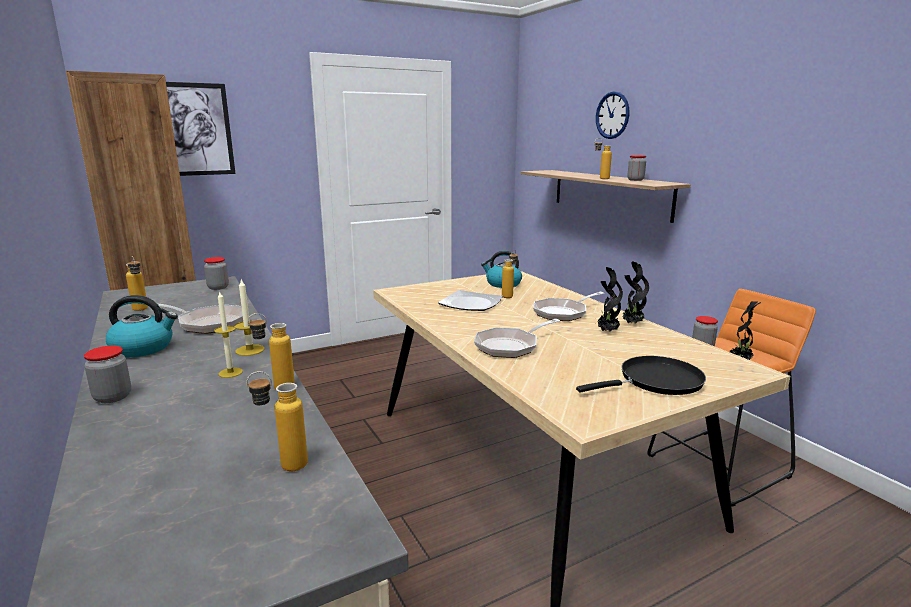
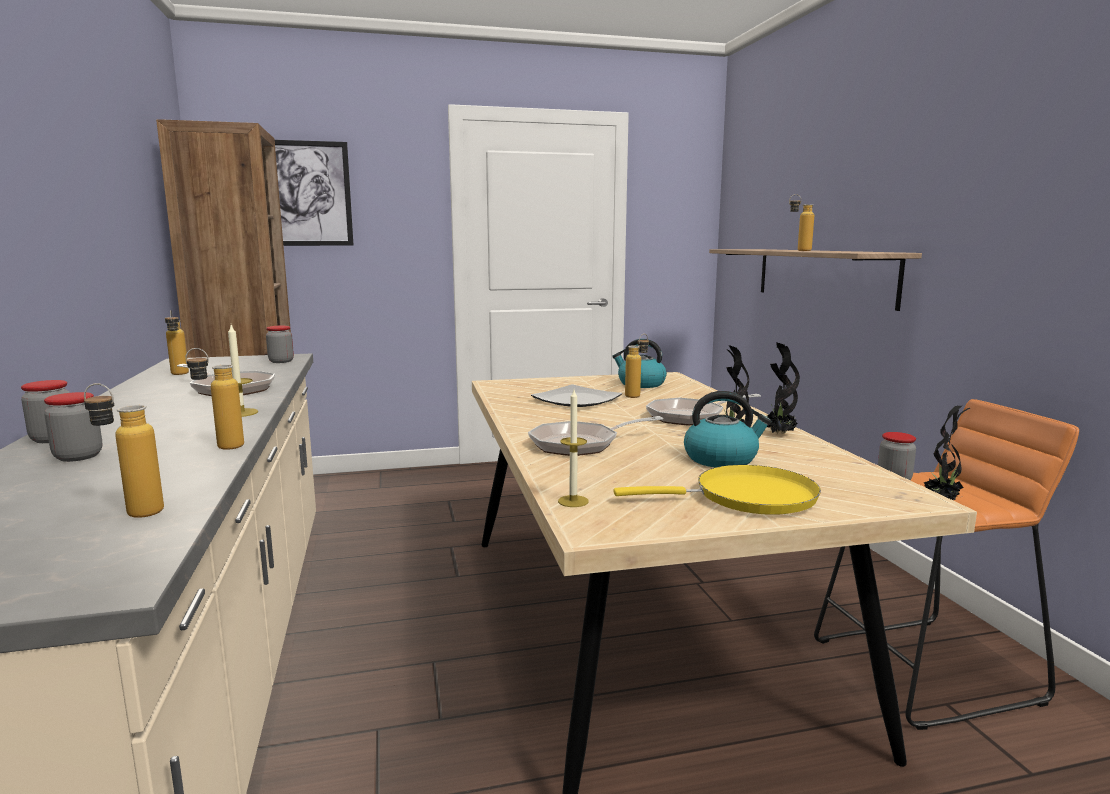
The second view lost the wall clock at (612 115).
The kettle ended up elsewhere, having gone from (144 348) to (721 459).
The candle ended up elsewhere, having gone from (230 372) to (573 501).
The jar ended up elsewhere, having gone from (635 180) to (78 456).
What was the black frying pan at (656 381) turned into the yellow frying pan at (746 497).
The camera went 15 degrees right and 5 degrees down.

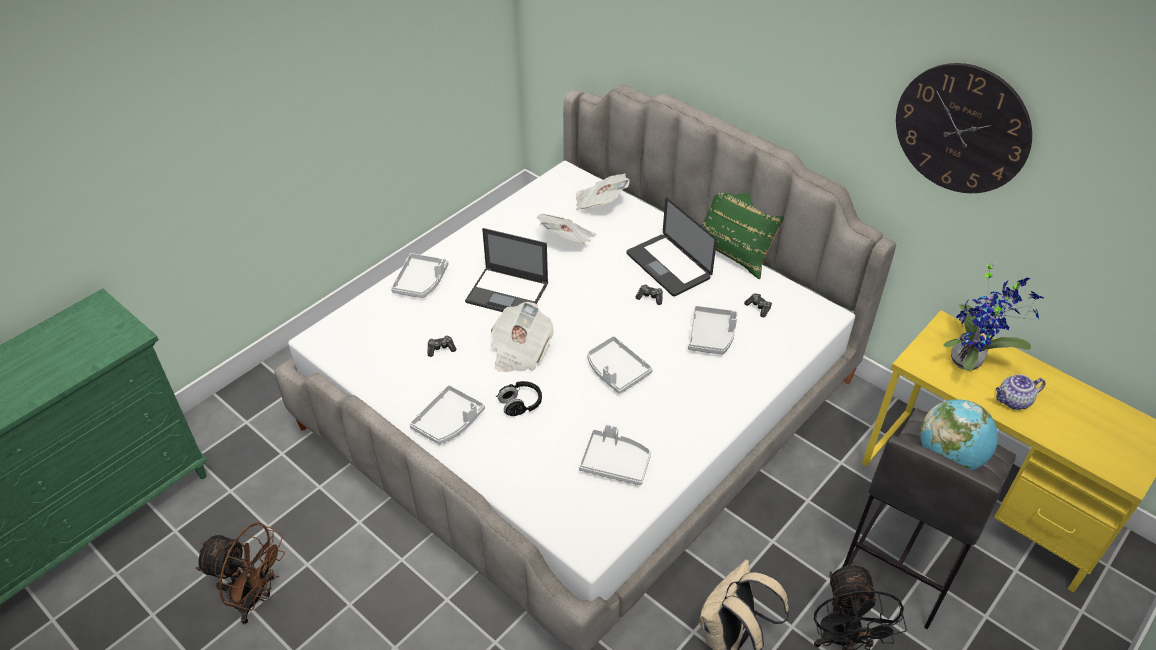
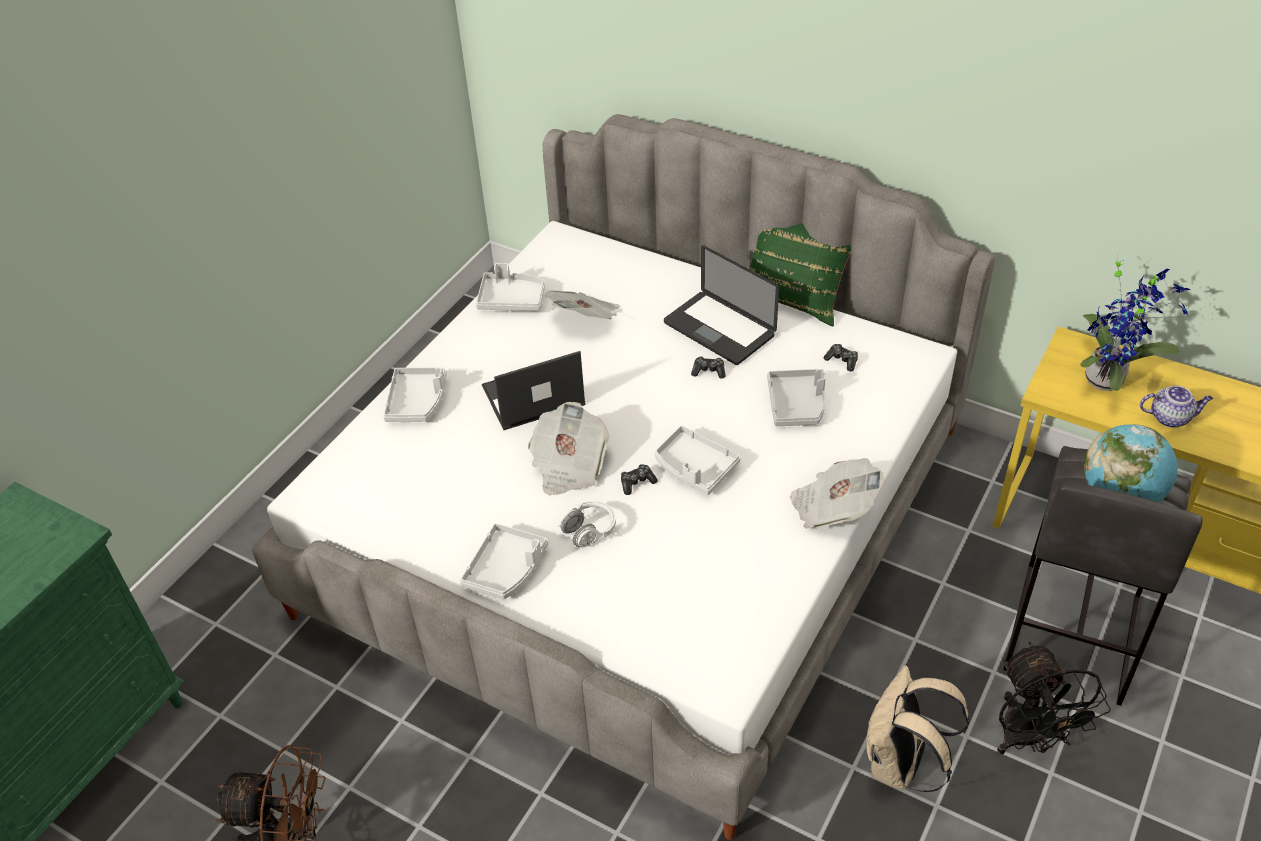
The second view lost the wall clock at (962 129).
The game controller ended up elsewhere, having gone from (441 349) to (637 482).
The newspaper ended up elsewhere, having gone from (600 203) to (833 508).
The white tray ended up elsewhere, having gone from (615 463) to (511 299).
What was the black headphones at (520 404) turned into the white headphones at (589 531).
The laptop at (508 293) ended up facing another way, 150 degrees clockwise from before.
The teapot at (1013 401) ended up facing another way, 150 degrees counterclockwise from before.
The camera went 10 degrees left and 0 degrees up.

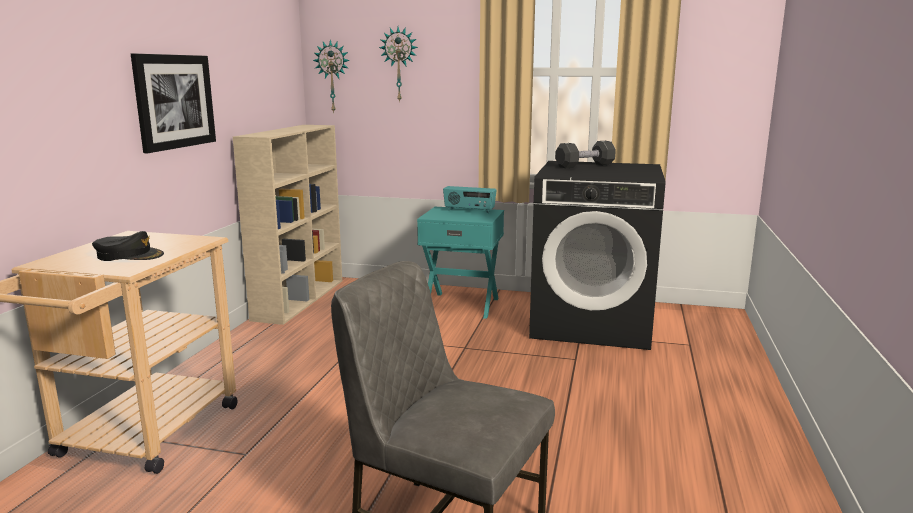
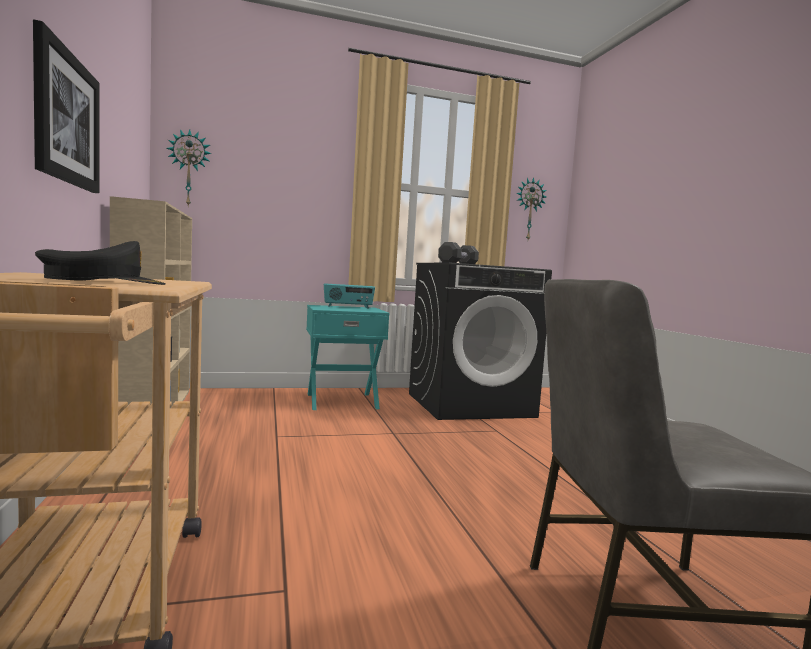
The wall clock ended up elsewhere, having gone from (399 64) to (529 209).
The camera went 30 degrees left and 10 degrees down.

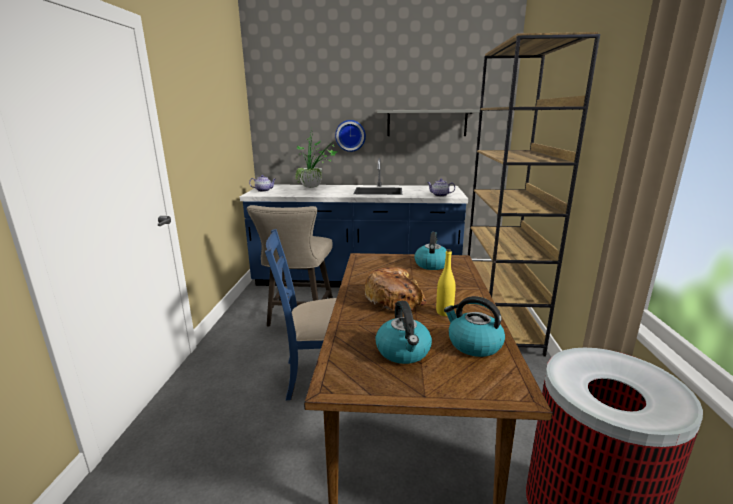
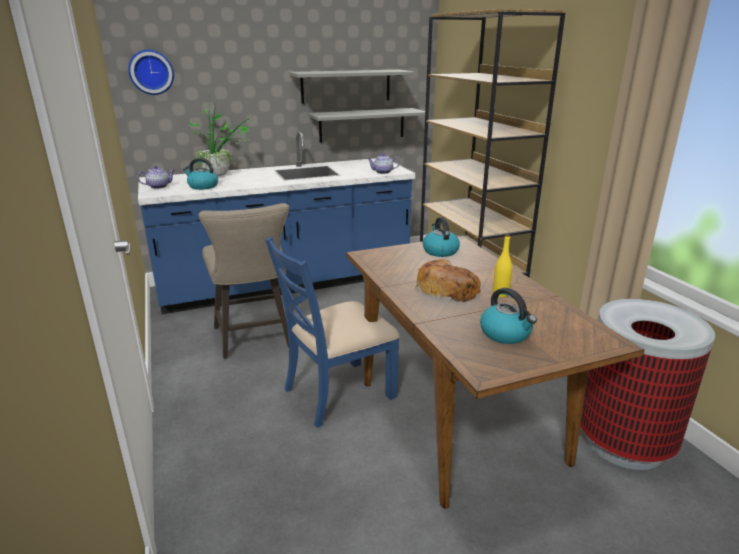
The second view gained the grey shelf at (362 125).
The wall clock ended up elsewhere, having gone from (350 135) to (151 72).
The kettle ended up elsewhere, having gone from (473 344) to (202 186).
The camera went 25 degrees left and 5 degrees up.

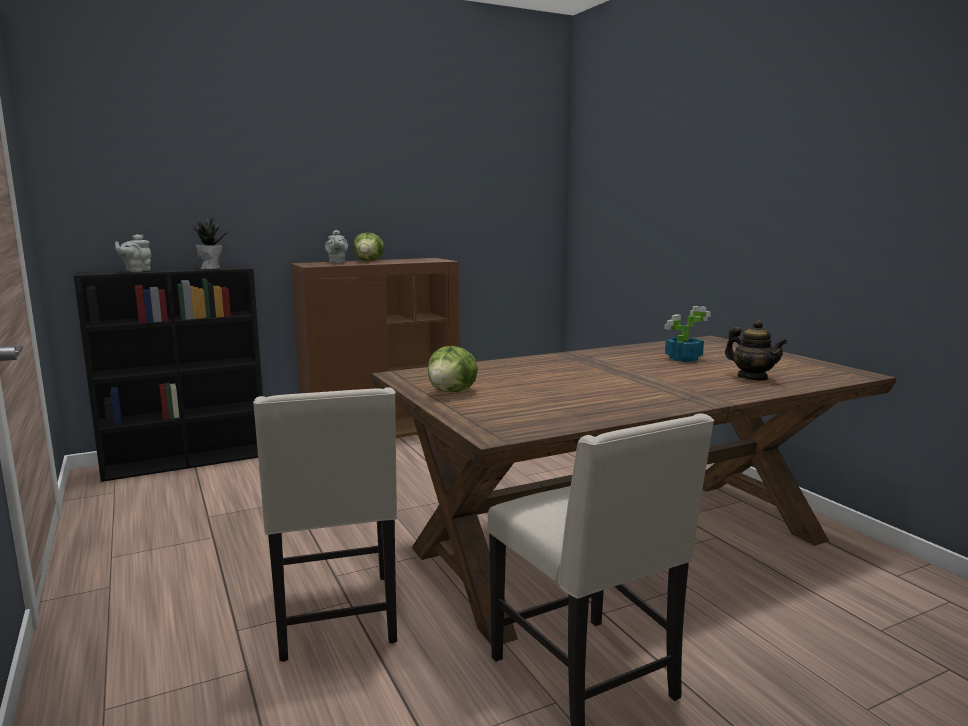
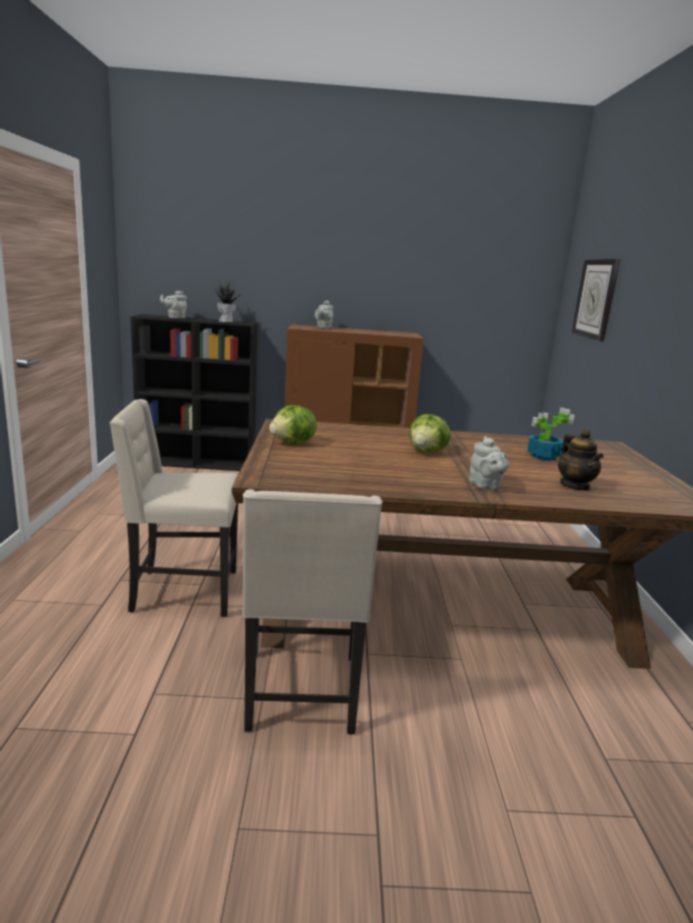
The second view gained the grey teapot at (485 486).
The second view gained the wall clock at (596 299).
The lettuce ended up elsewhere, having gone from (369 261) to (427 452).
The beige chair at (335 618) ended up facing another way, 75 degrees clockwise from before.
The camera went 25 degrees right and 5 degrees up.

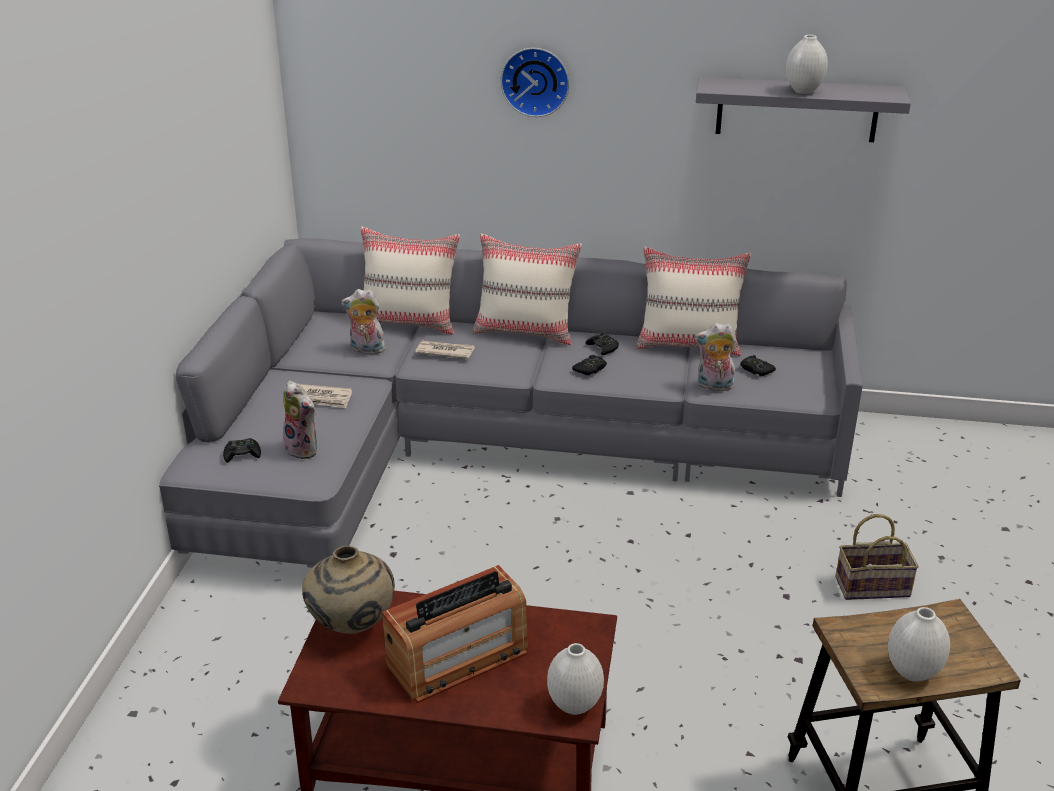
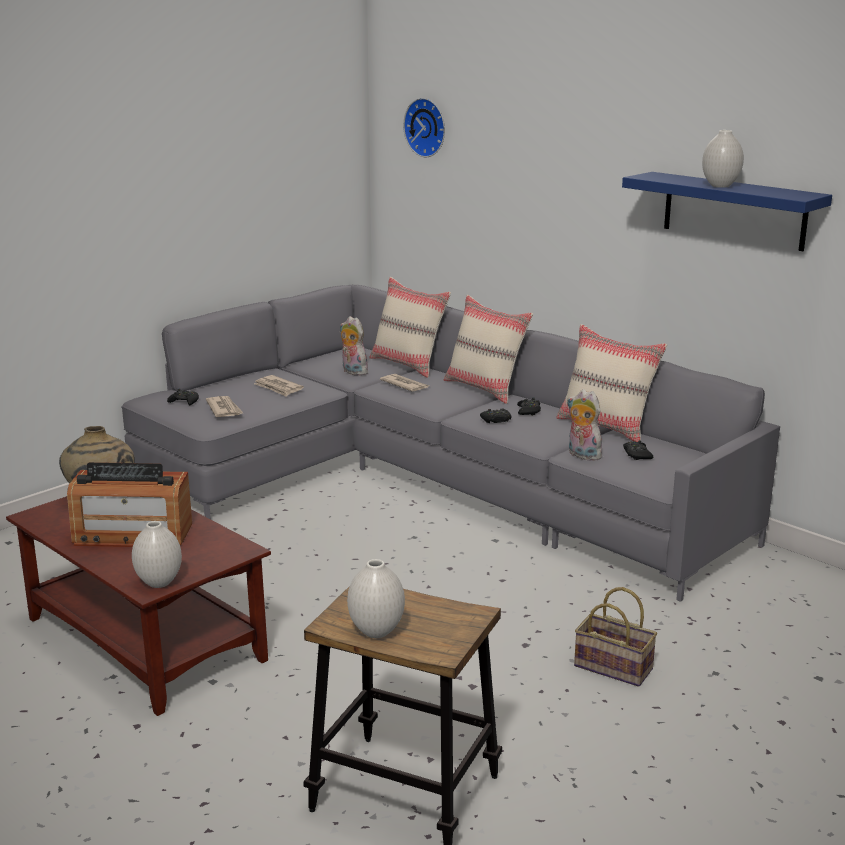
The wall clock ended up elsewhere, having gone from (535 81) to (427 127).
Where the plush toy stood at (304 449), the newspaper came to stand at (224 409).
What was the grey shelf at (797 109) turned into the blue shelf at (734 211).
The camera went 35 degrees right and 10 degrees down.

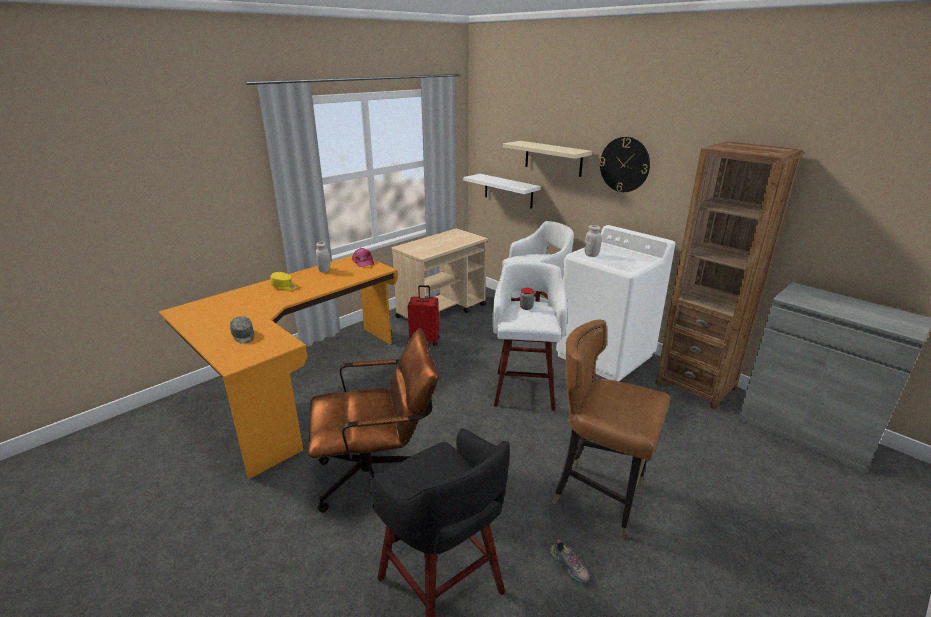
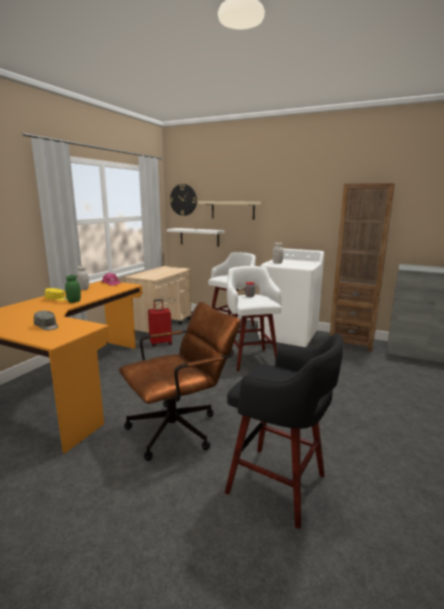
The second view lost the shoe at (570 566).
The second view lost the brown chair at (599 496).
The second view gained the green jar at (74 301).
The wall clock ended up elsewhere, having gone from (624 164) to (183 200).
The camera went 20 degrees left and 10 degrees down.

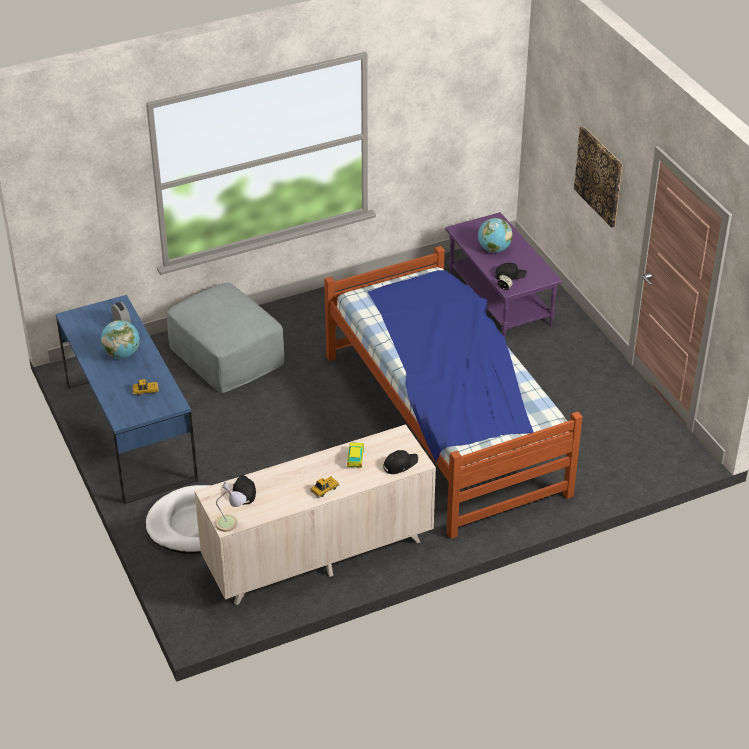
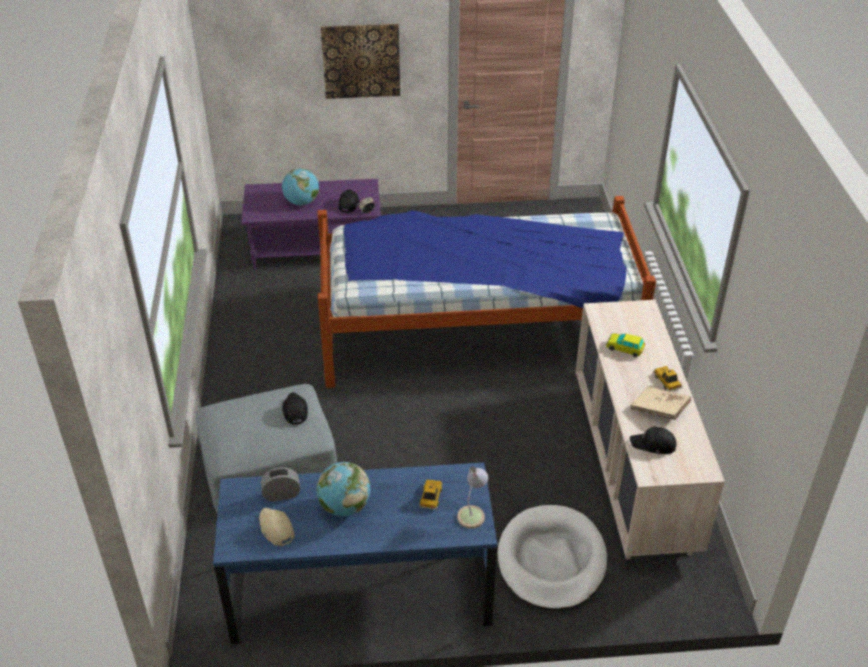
The second view gained the beige cap at (276 529).
The second view gained the beige book at (659 409).
The table lamp ended up elsewhere, having gone from (231 524) to (473 513).
The black cap ended up elsewhere, having gone from (400 464) to (294 410).
The camera went 70 degrees left and 0 degrees up.

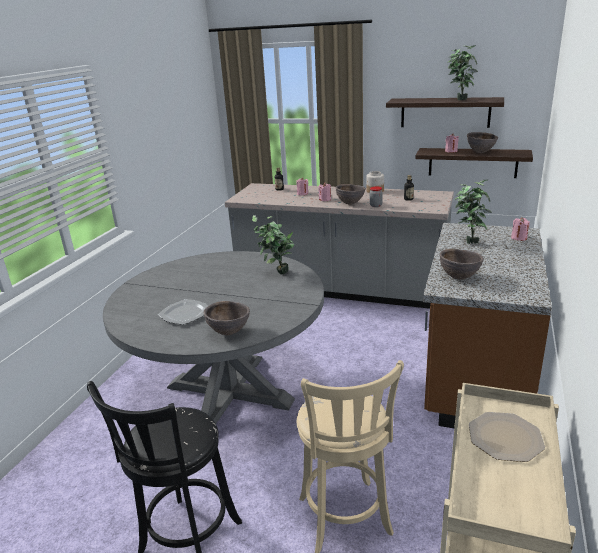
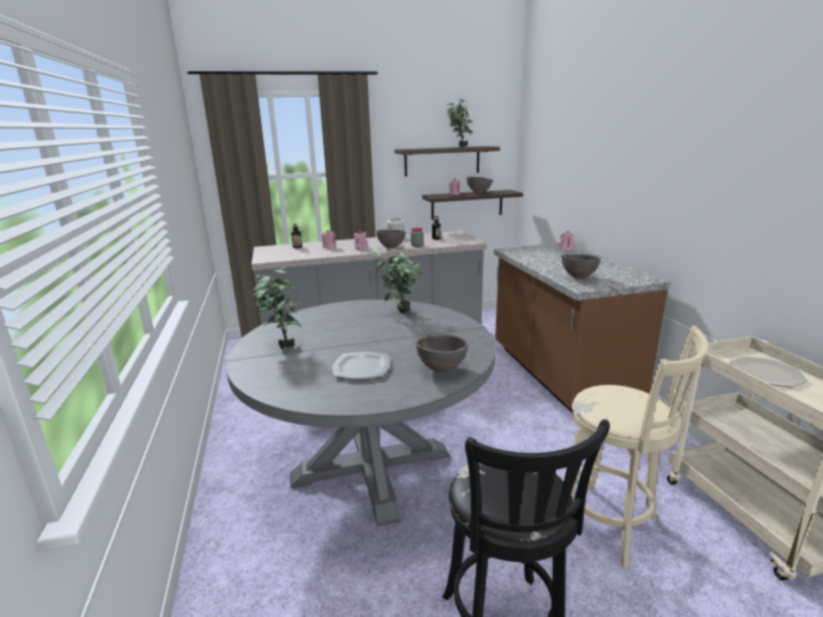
The potted plant ended up elsewhere, having gone from (469 241) to (282 345).
The camera went 35 degrees left and 5 degrees down.

